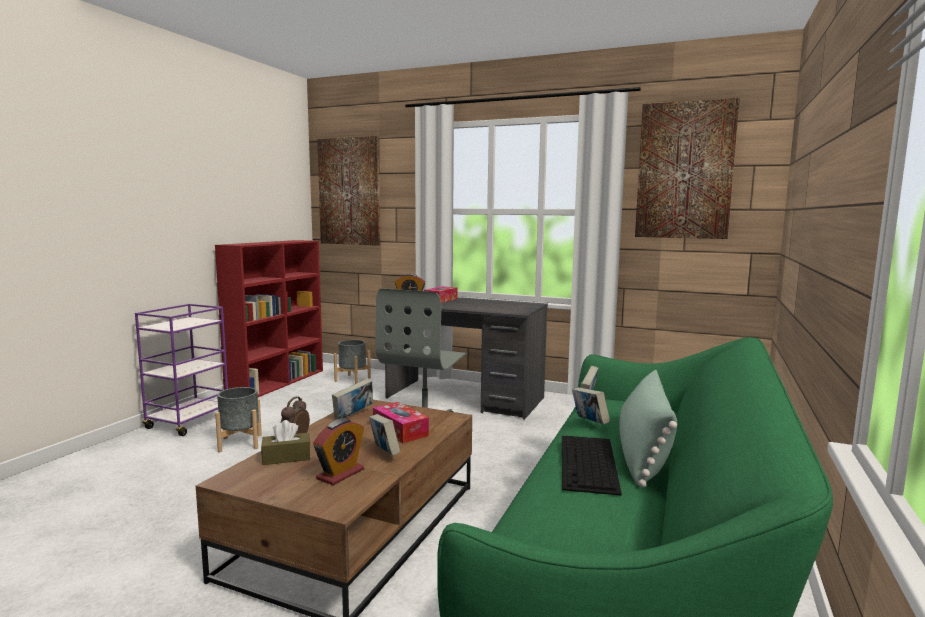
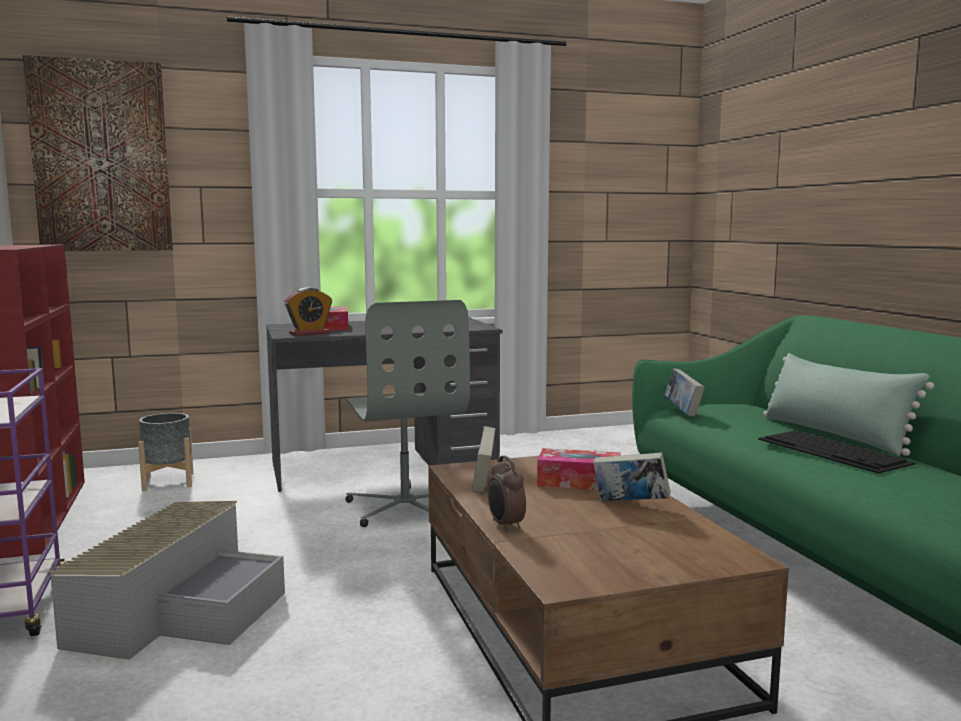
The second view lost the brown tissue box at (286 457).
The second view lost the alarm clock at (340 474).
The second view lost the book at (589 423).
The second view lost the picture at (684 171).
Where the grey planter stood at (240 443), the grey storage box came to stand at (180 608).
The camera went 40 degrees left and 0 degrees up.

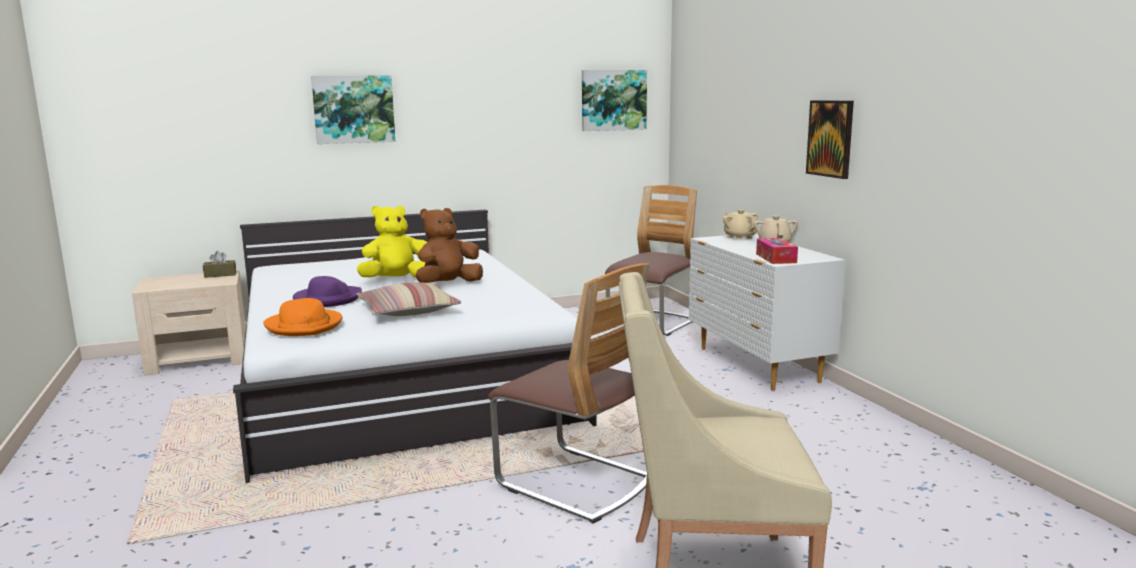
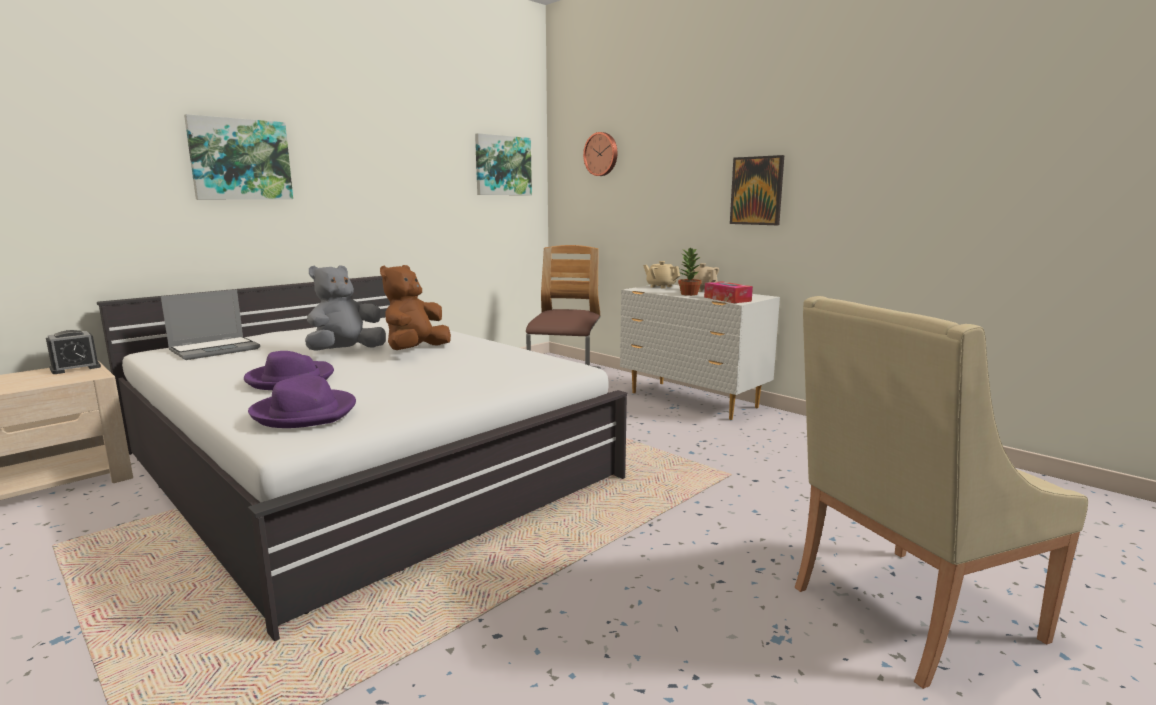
The second view lost the pillow at (408 311).
The second view lost the chair at (575 482).
The second view gained the laptop at (215 349).
The second view gained the wall clock at (601 154).
The second view gained the potted plant at (688 294).
Where the brown tissue box stood at (220 275), the alarm clock came to stand at (75 368).
What was the orange hat at (304 326) turned into the purple hat at (305 413).
What was the yellow plush toy at (396 280) turned into the grey plush toy at (345 352).
The camera went 25 degrees left and 0 degrees up.

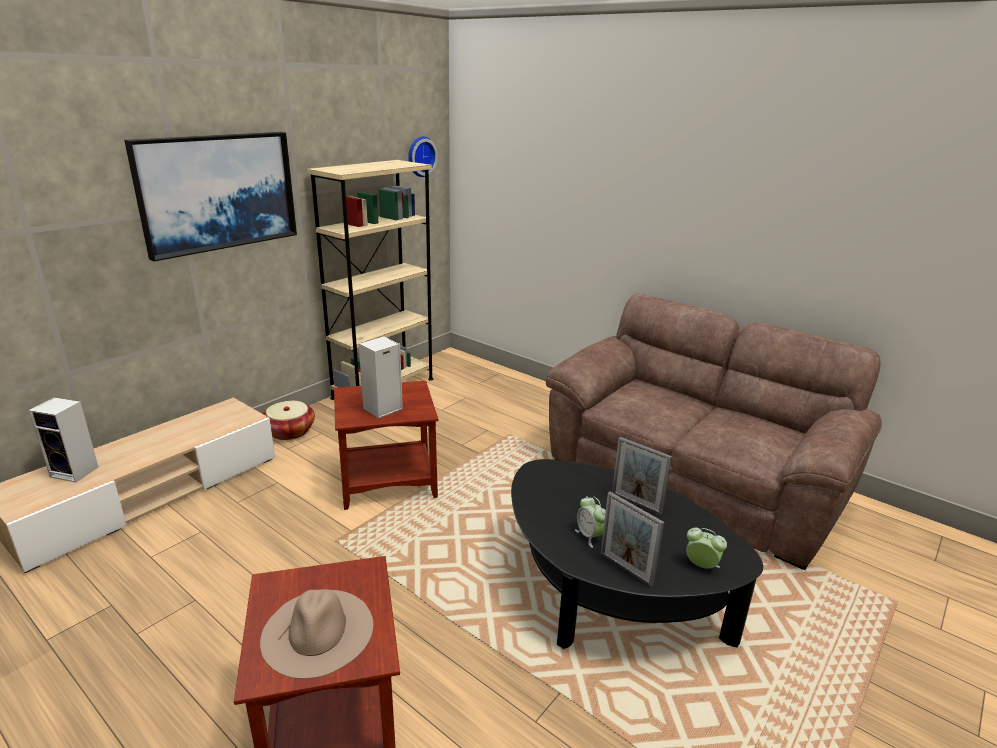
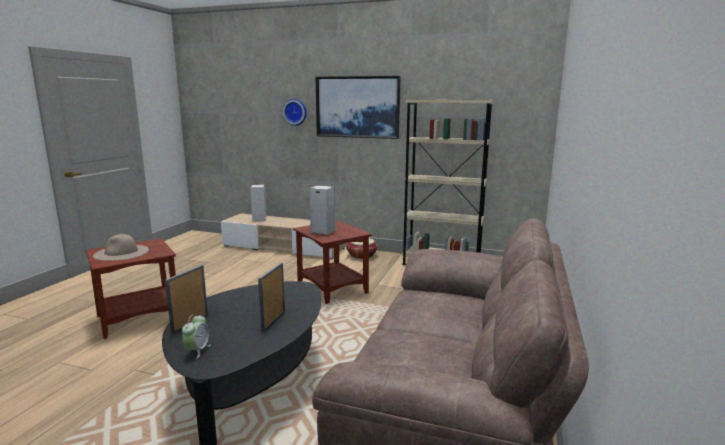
The second view lost the alarm clock at (590 536).
The wall clock ended up elsewhere, having gone from (420 156) to (295 112).
The camera went 70 degrees right and 10 degrees down.

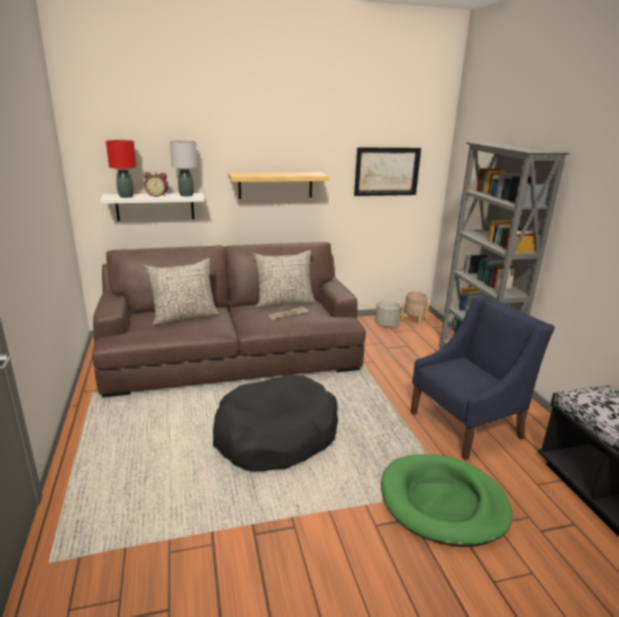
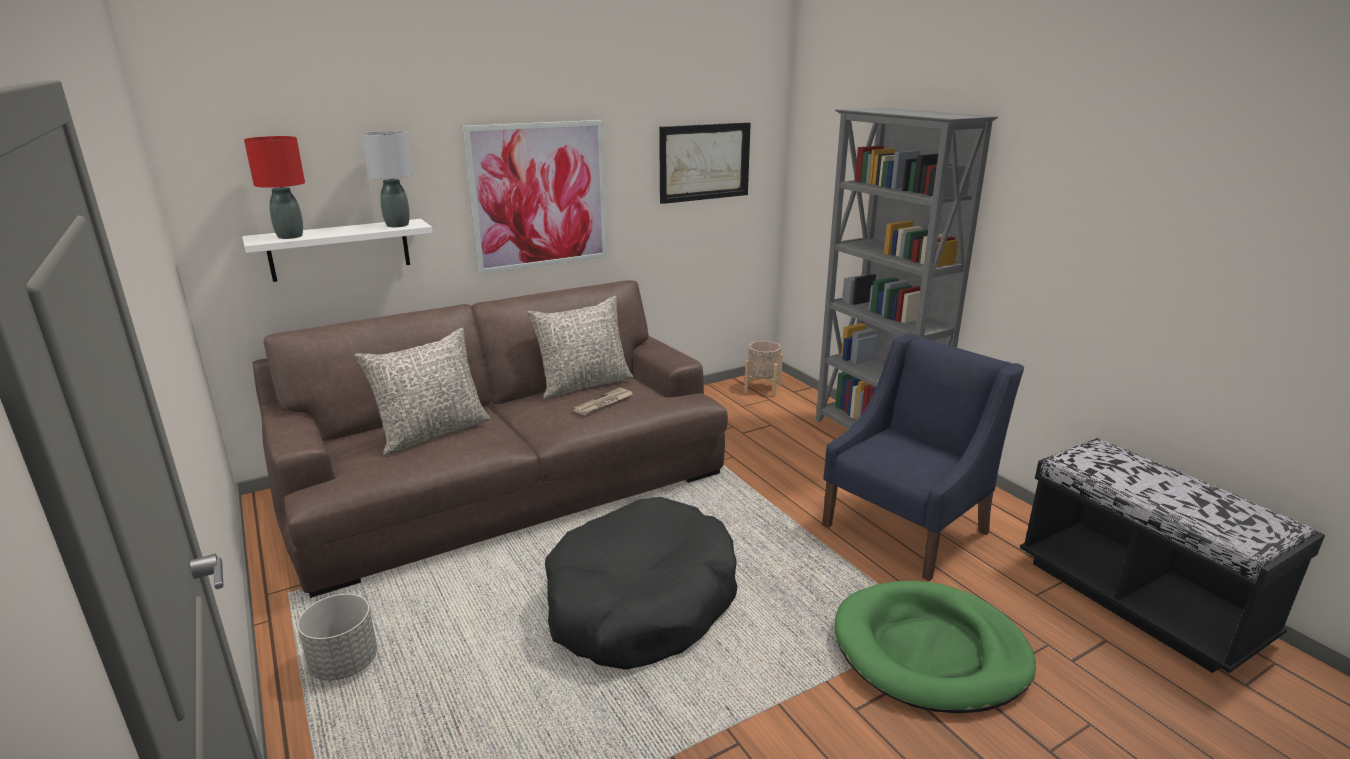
The second view lost the alarm clock at (157 195).
The grey planter ended up elsewhere, having gone from (386 324) to (344 663).
Where the shelf hung at (275 185), the picture came to hang at (540 196).
The camera went 15 degrees left and 0 degrees up.

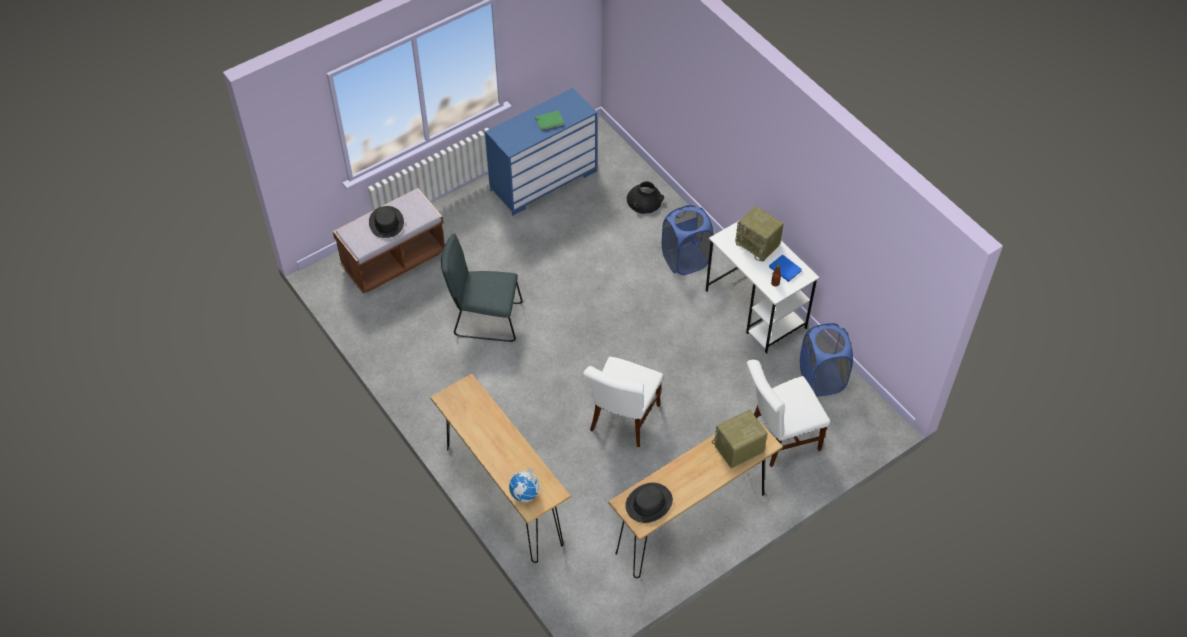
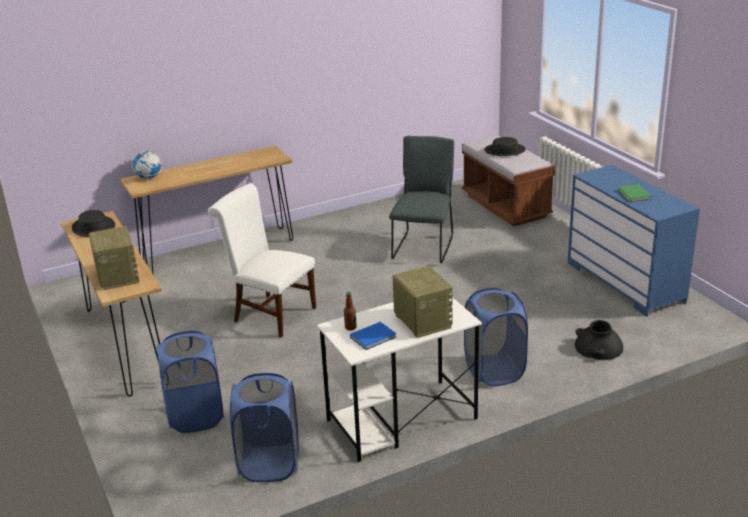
Where the white chair stood at (779 438), the blue laundry basket came to stand at (196 416).
The radio at (758 244) ended up facing another way, 105 degrees clockwise from before.
The camera went 100 degrees right and 25 degrees down.

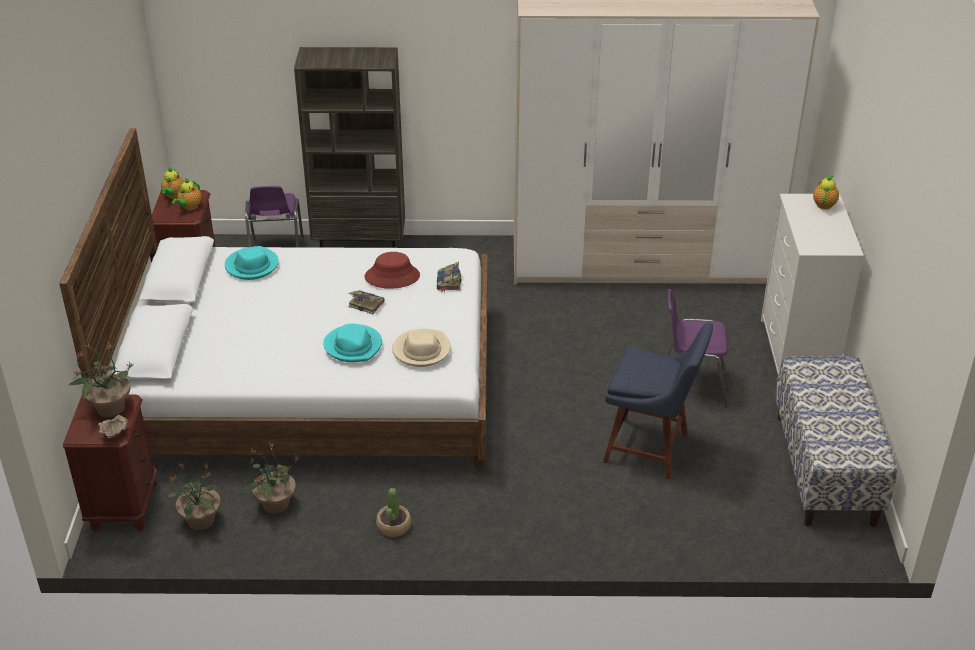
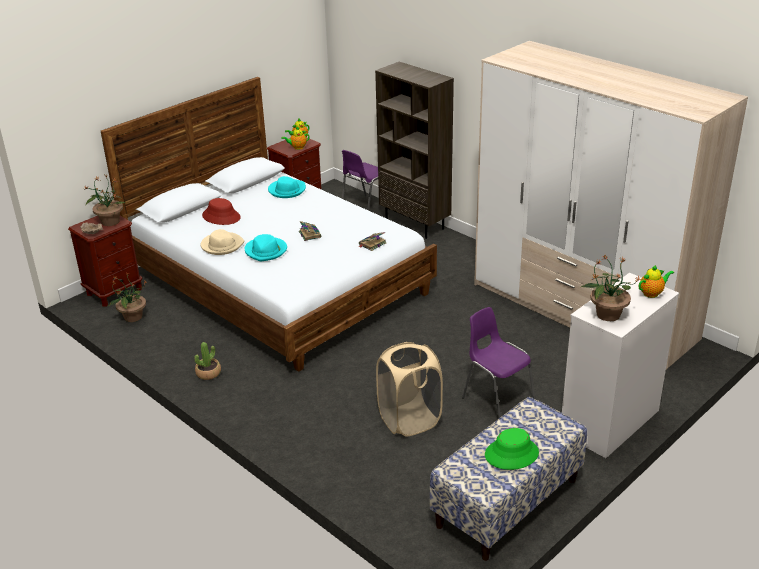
The second view gained the green hat at (511 454).
The potted plant ended up elsewhere, having gone from (275 504) to (607 314).
The red hat ended up elsewhere, having gone from (392 276) to (221 216).
The beige hat ended up elsewhere, having gone from (421 350) to (222 245).
Where the blue chair stood at (650 449), the beige laundry basket came to stand at (409 420).
The camera went 45 degrees right and 5 degrees down.

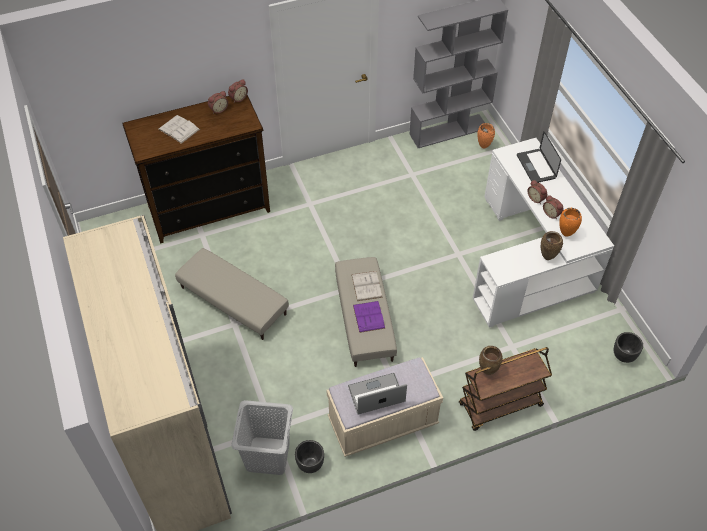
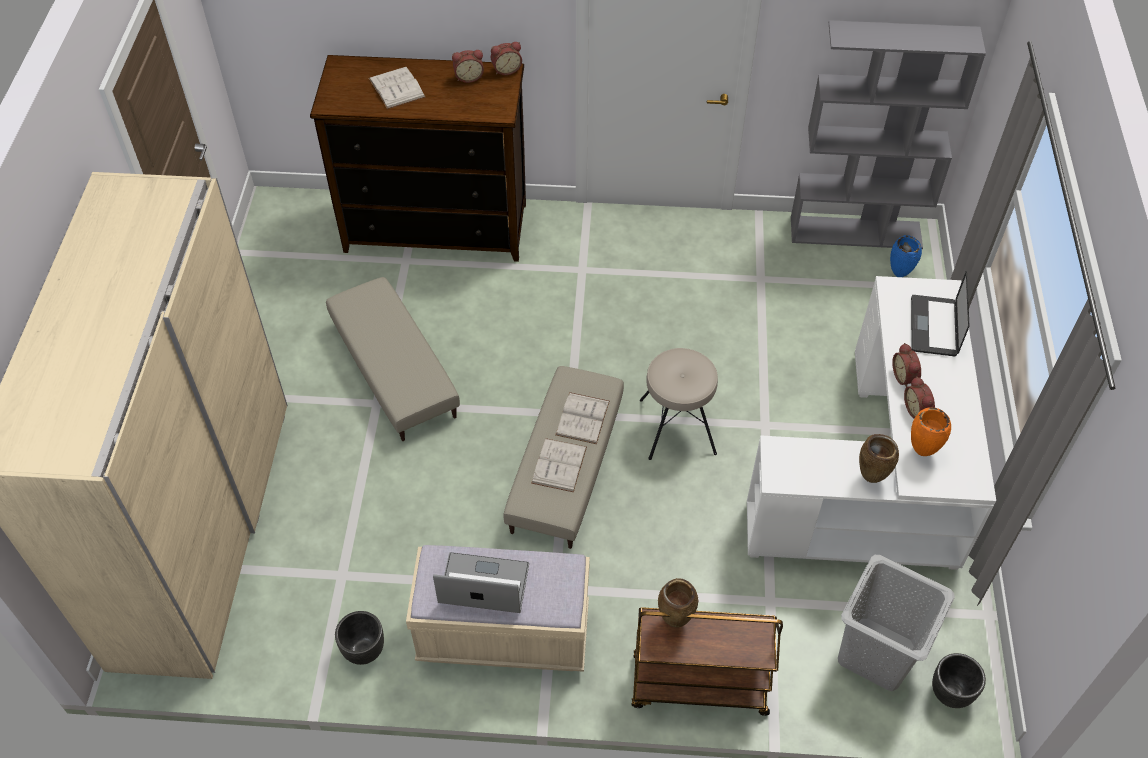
The second view gained the beige stool at (676 426).
The grey laundry basket ended up elsewhere, having gone from (268 456) to (877 654).
What was the purple book at (368 316) turned into the white book at (559 465).
What was the orange vase at (484 147) turned into the blue vase at (899 275).
The camera went 25 degrees right and 0 degrees up.

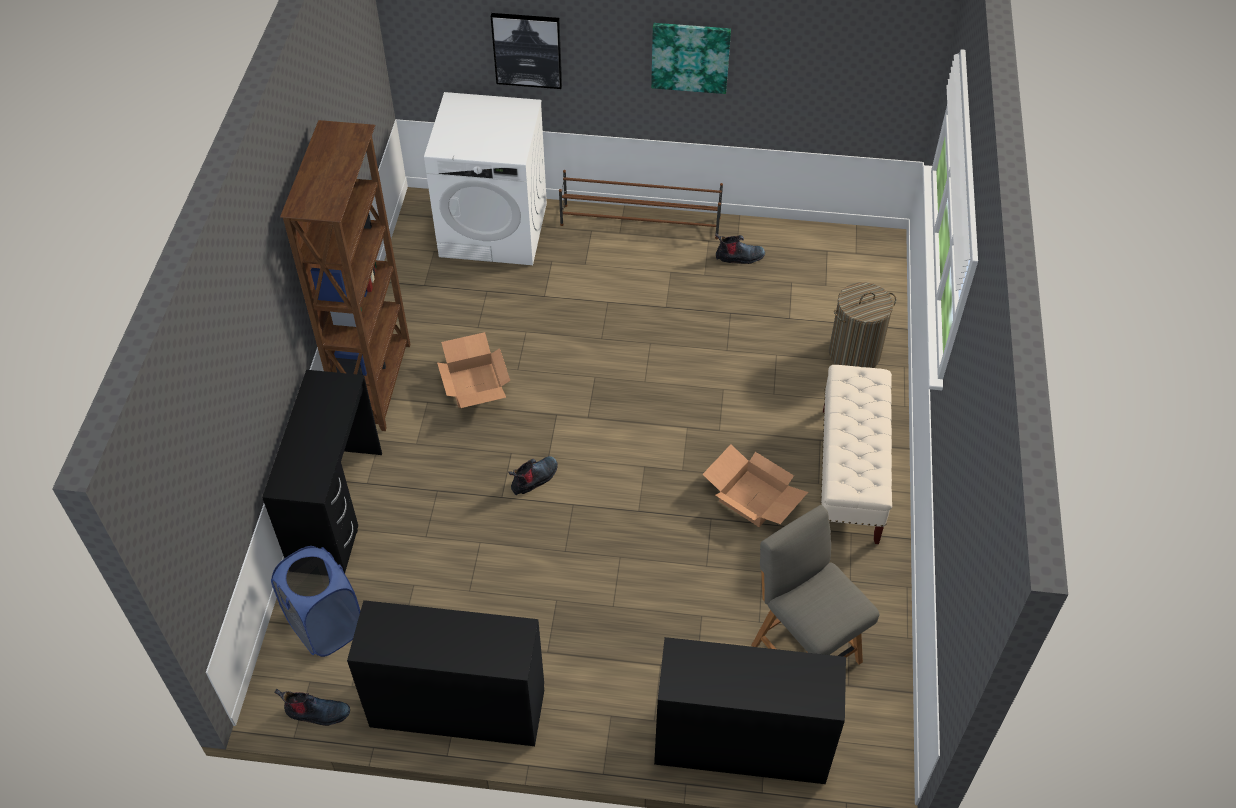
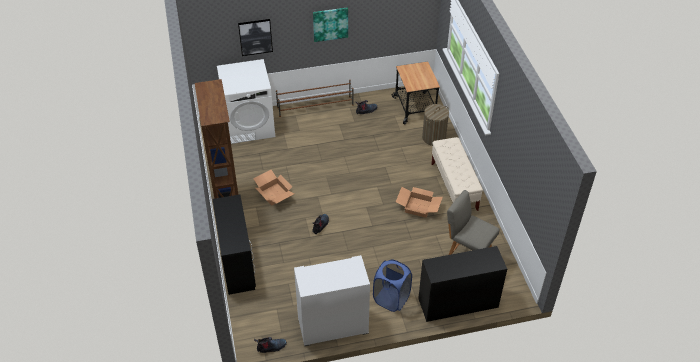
The second view gained the cart at (415 108).
The blue laundry basket ended up elsewhere, having gone from (326 626) to (391 299).
Where the black desk stood at (457 708), the white cabinet came to stand at (332 326).
The camera went 20 degrees left and 5 degrees down.

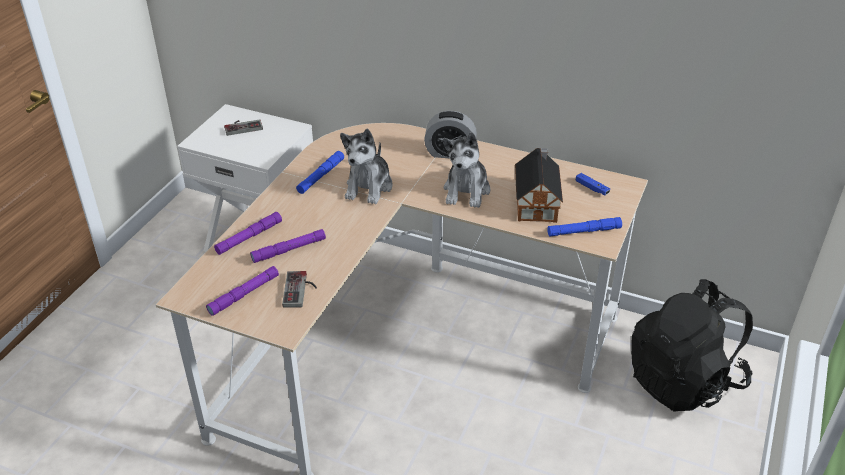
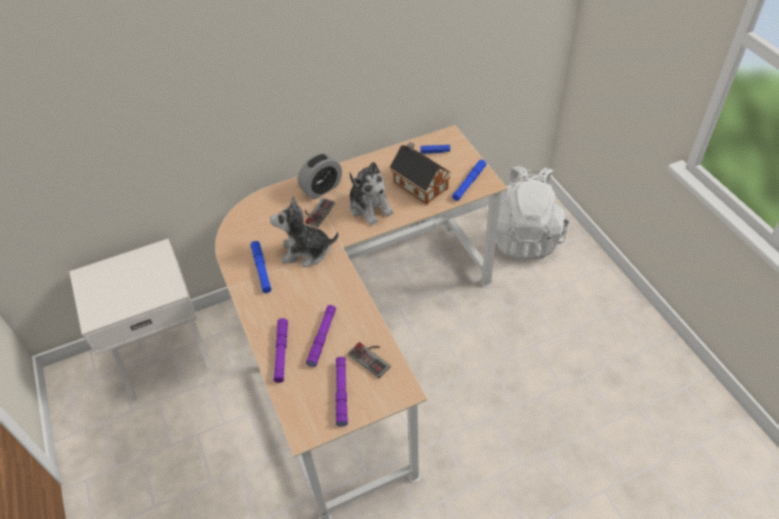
The game controller ended up elsewhere, having gone from (243 126) to (316 212).
What was the black backpack at (684 380) turned into the white backpack at (524 237).
The plush toy at (369 187) ended up facing another way, 120 degrees clockwise from before.
The camera went 45 degrees left and 10 degrees up.

